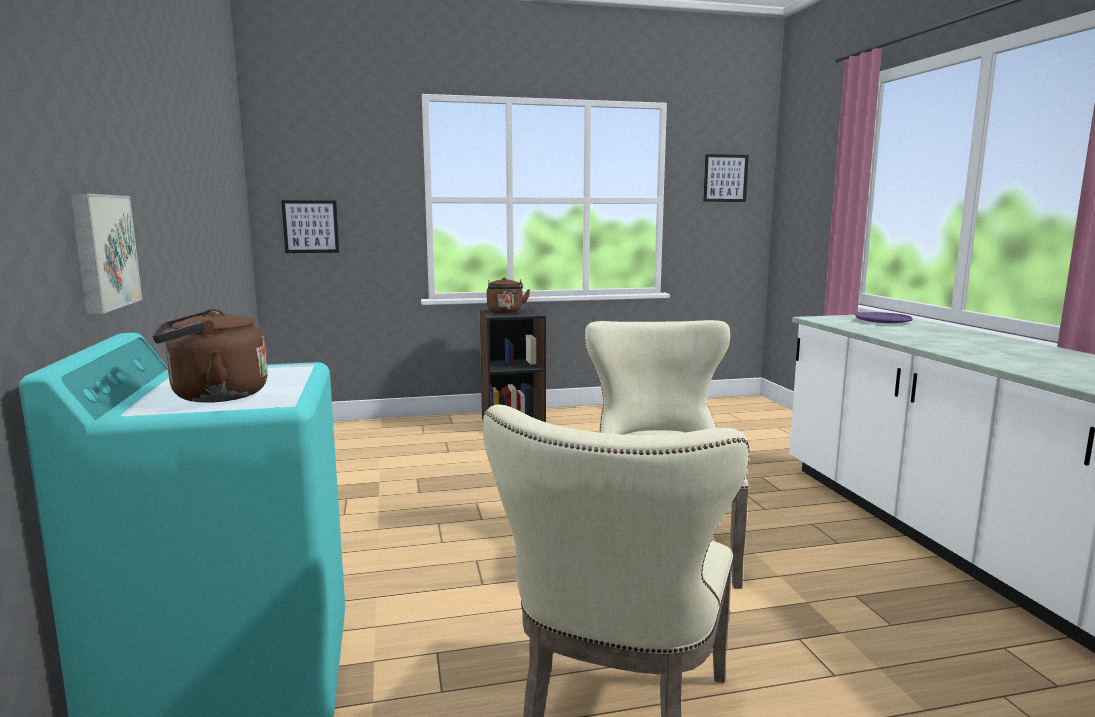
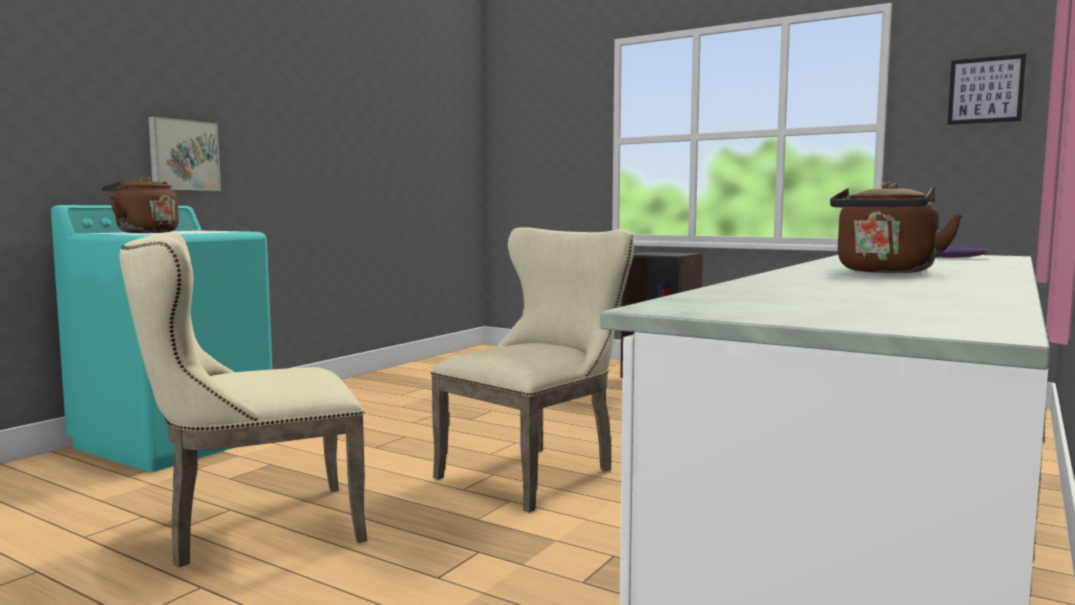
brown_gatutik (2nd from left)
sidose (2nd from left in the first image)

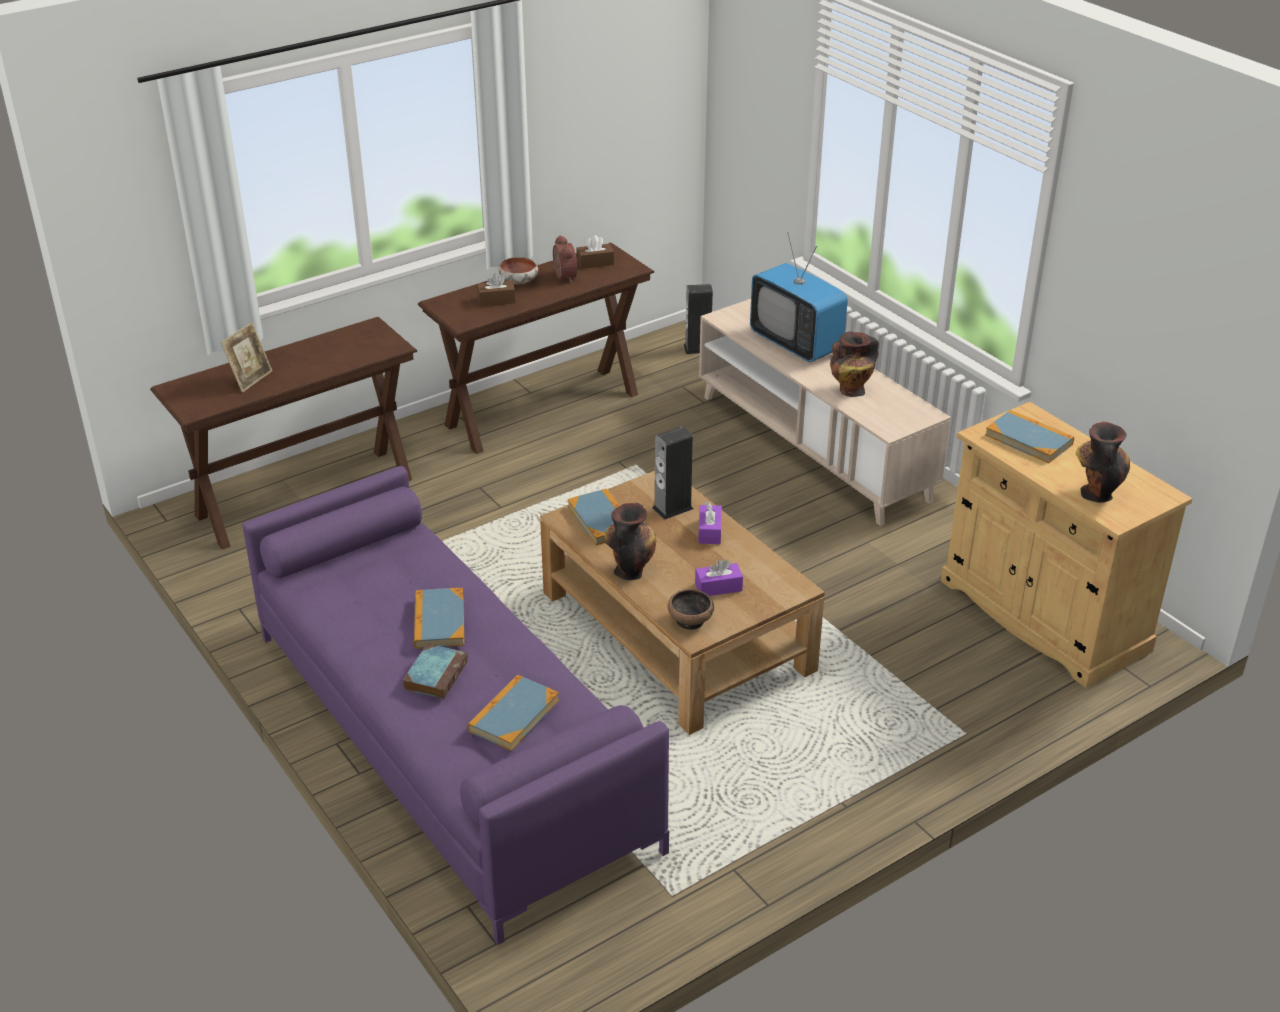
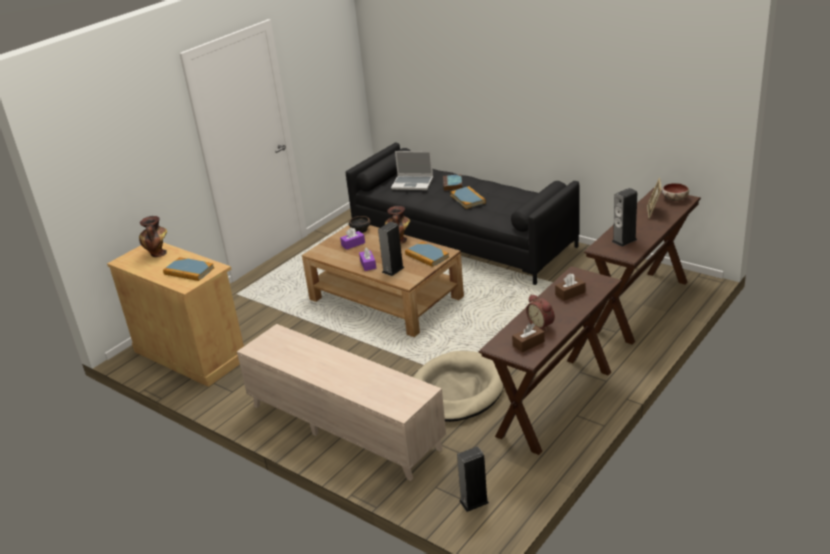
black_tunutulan
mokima
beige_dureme
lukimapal (3rd from left)
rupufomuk (2nd from left)
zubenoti
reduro (2nd from left in the first image)

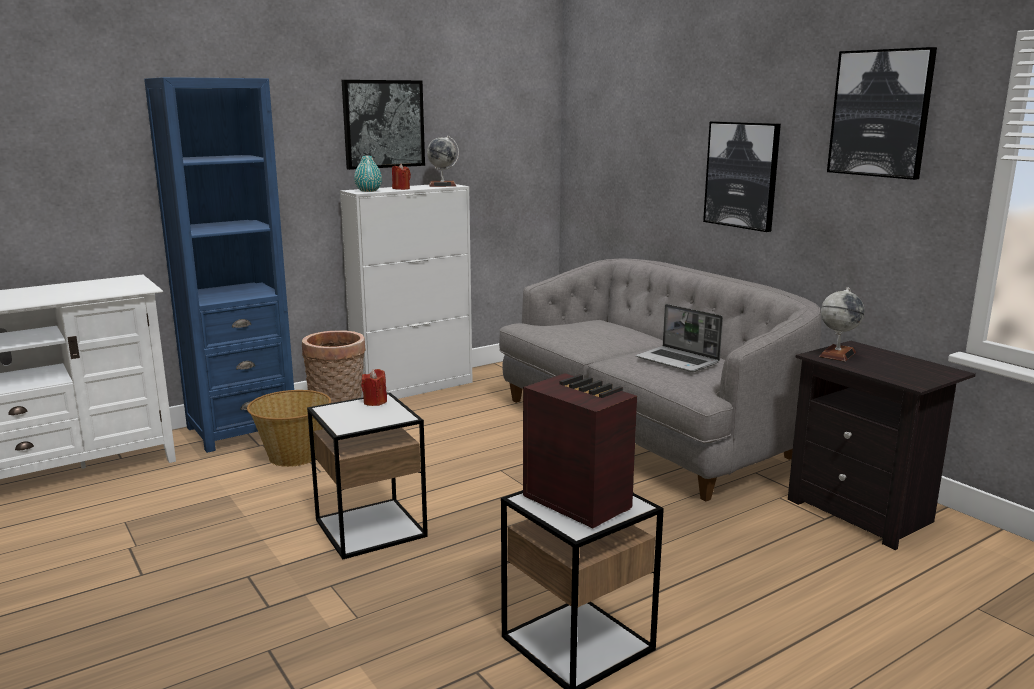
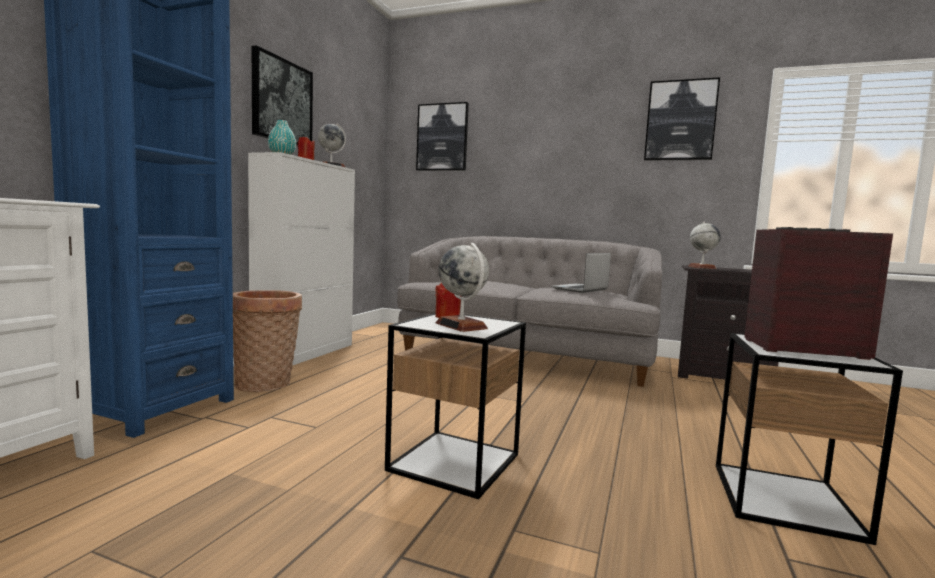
sidose (2nd from left)
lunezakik (2nd from left)
mokima
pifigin (1st from left in the first image)

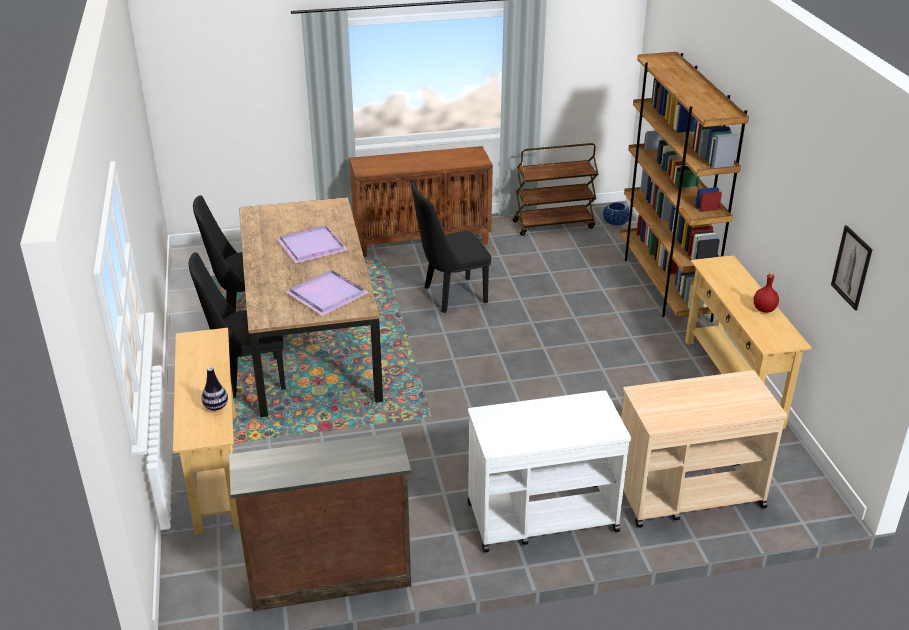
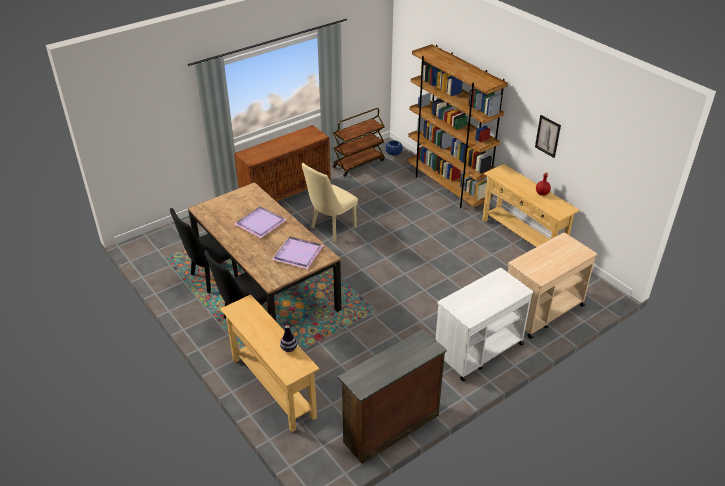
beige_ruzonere
sidose

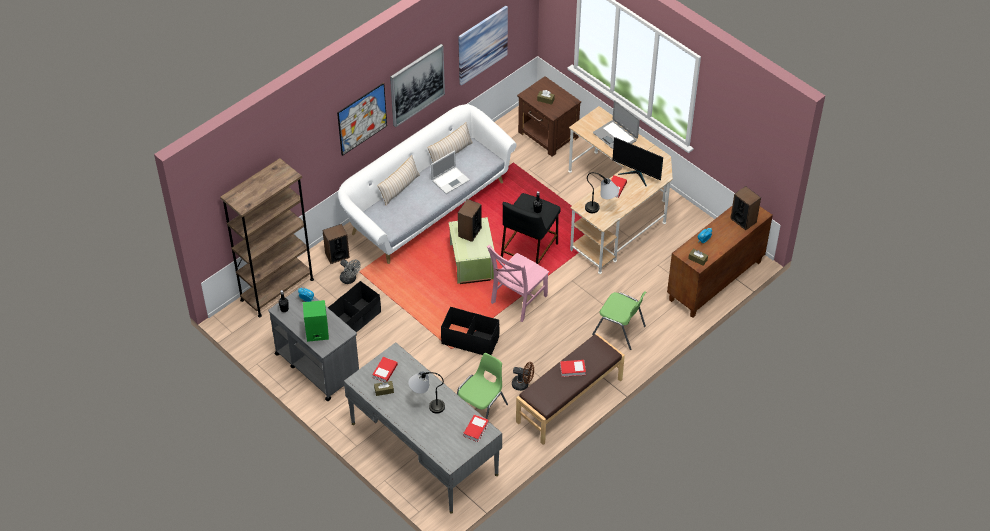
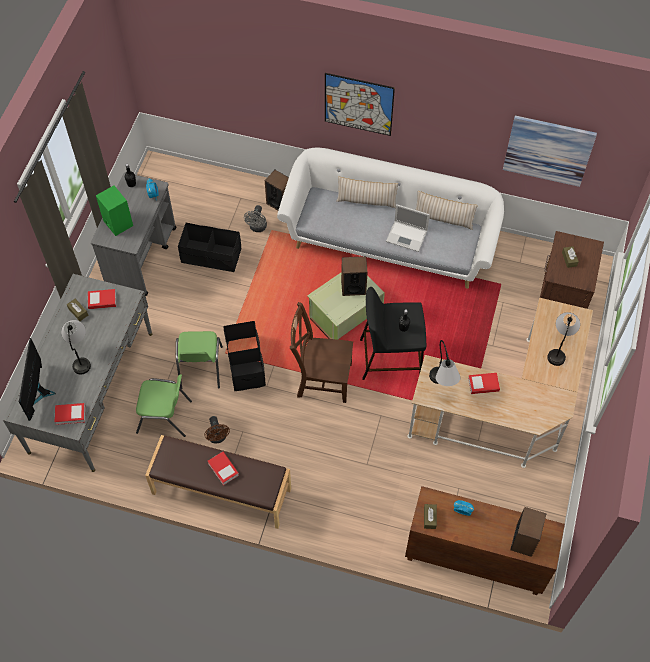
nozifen
green_ruzonere (2nd from left)
brown_ruzonere
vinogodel (3rd from left)
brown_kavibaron
sidose (2nd from left in the first image)

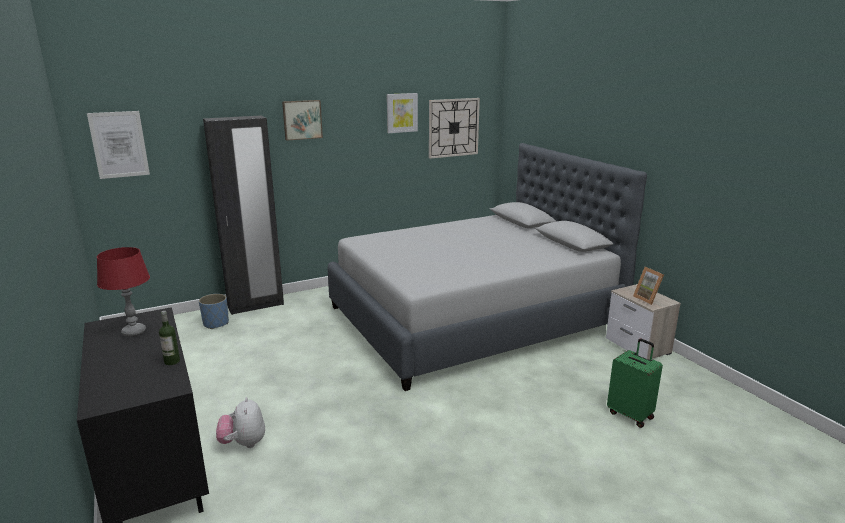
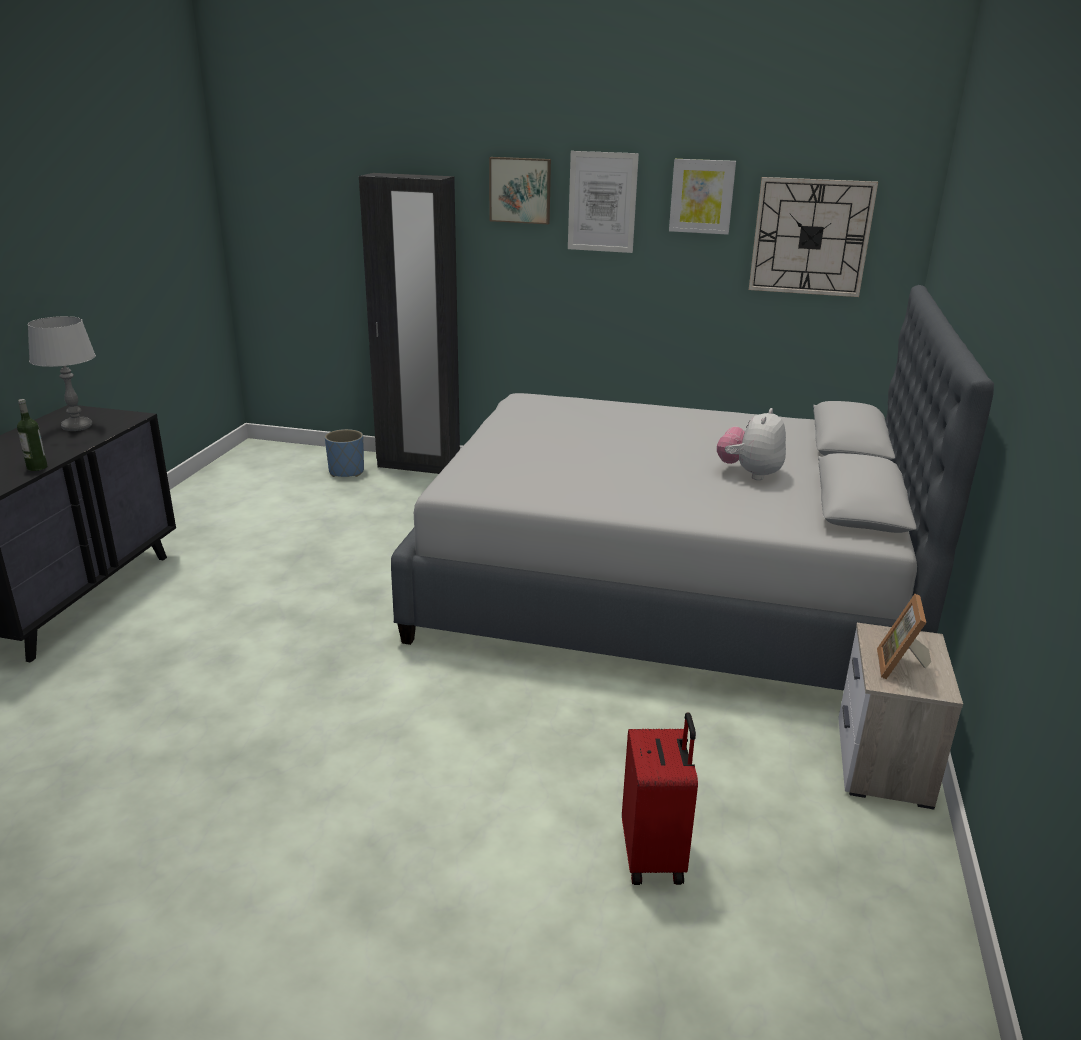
grey_vinogodel
sidose (2nd from left)
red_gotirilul
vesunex

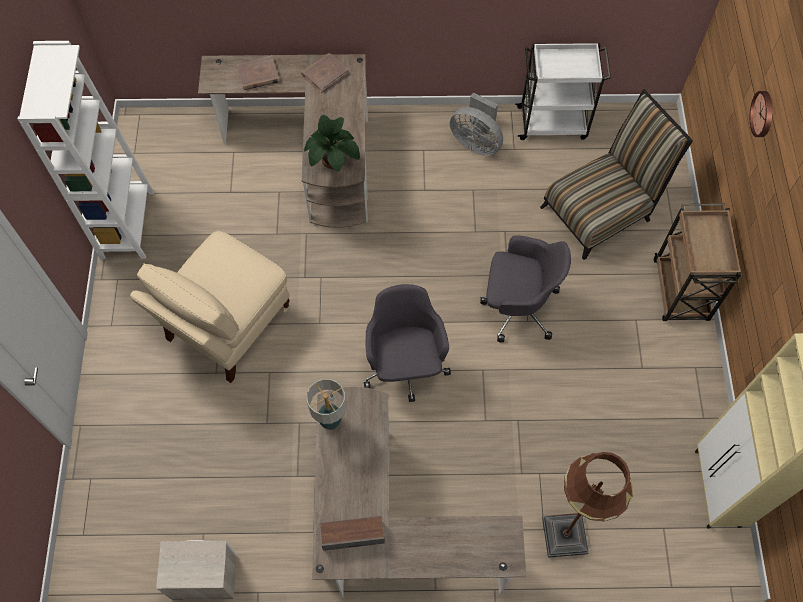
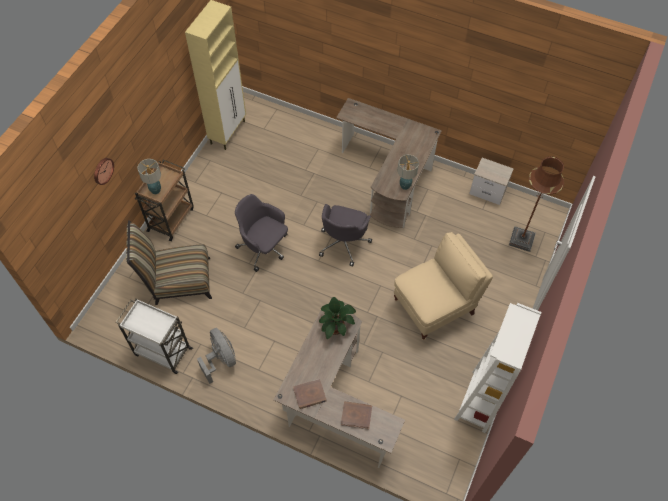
vinogodel (1st from left)
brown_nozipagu
lukimapal

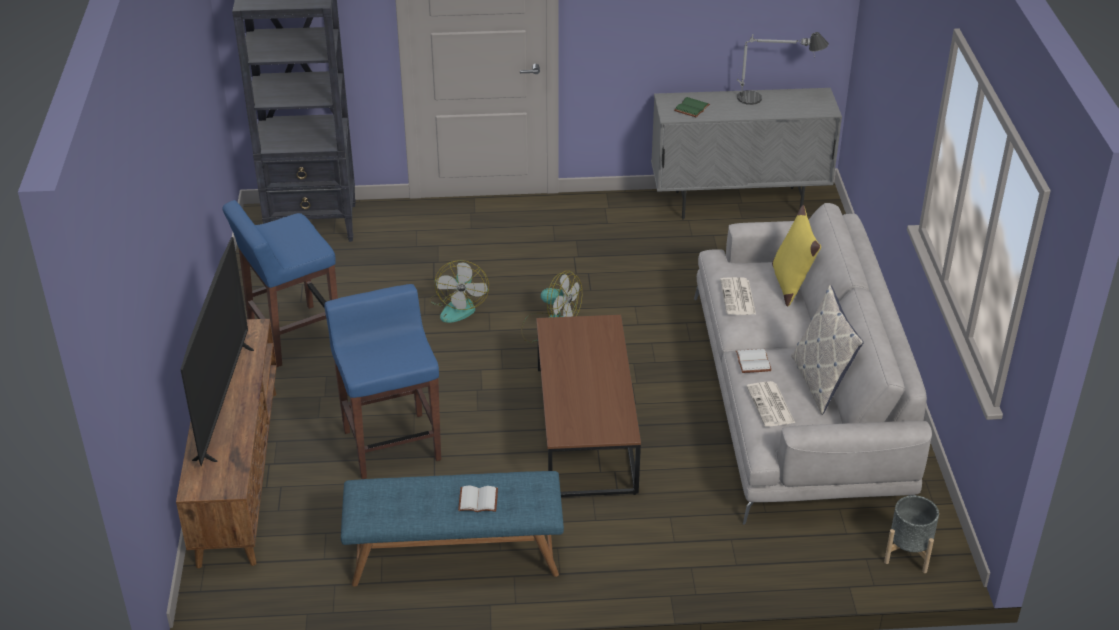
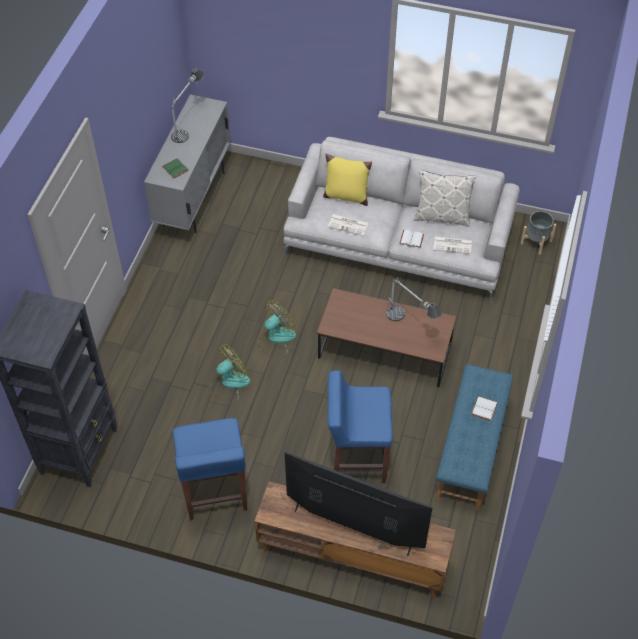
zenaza (1st from left)
vinogodel (2nd from left)

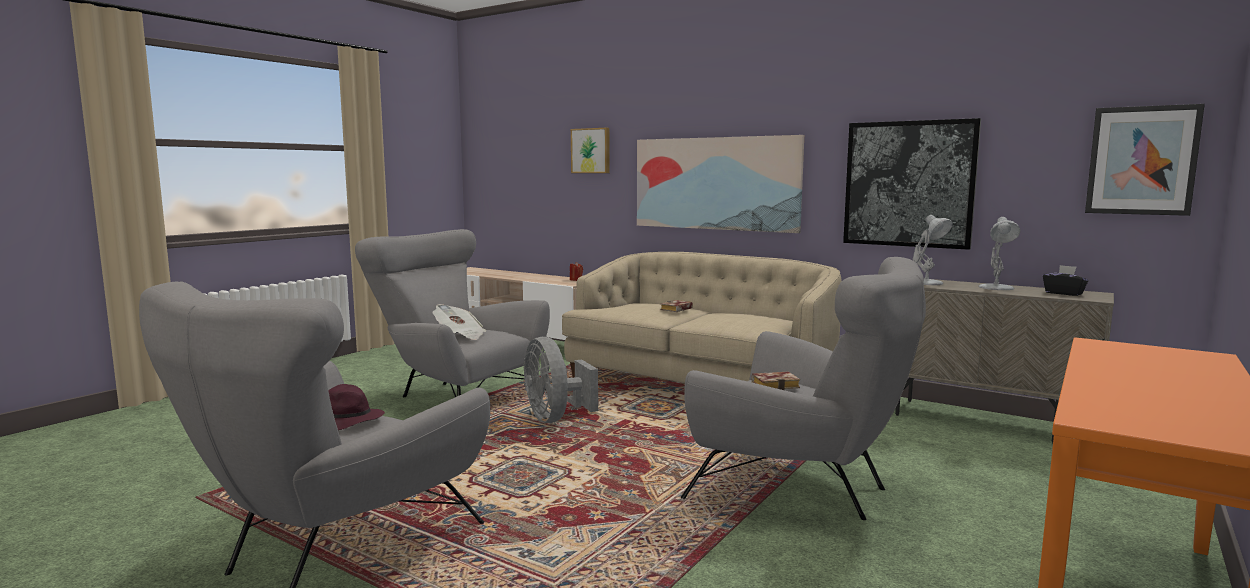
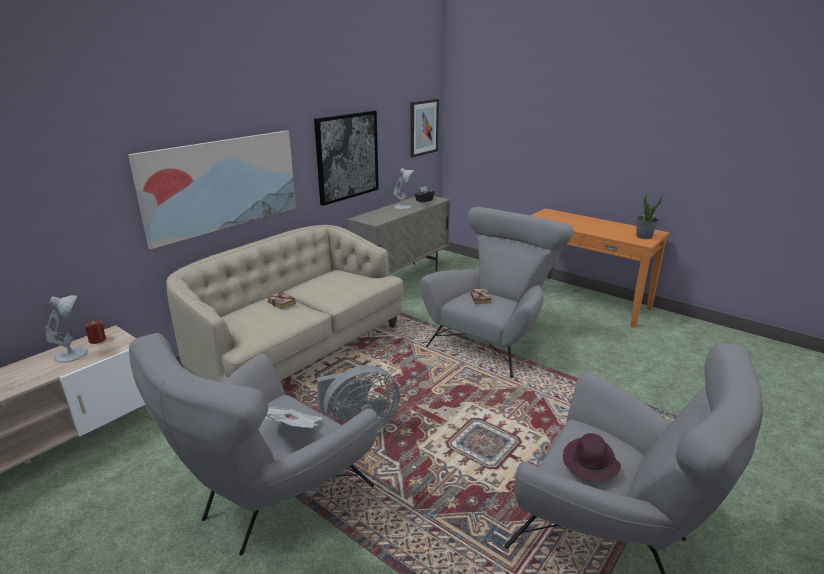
white_vinogodel (1st from left)
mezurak
sidose (1st from left in the first image)

